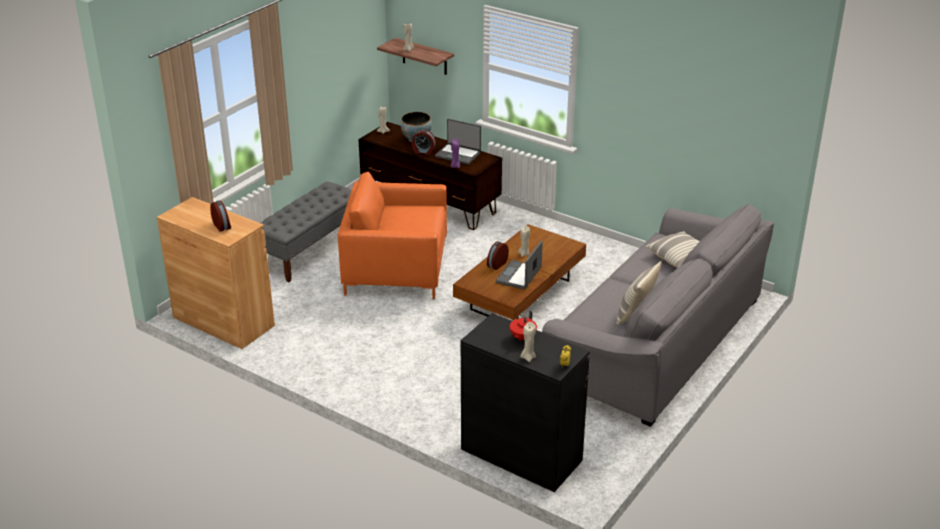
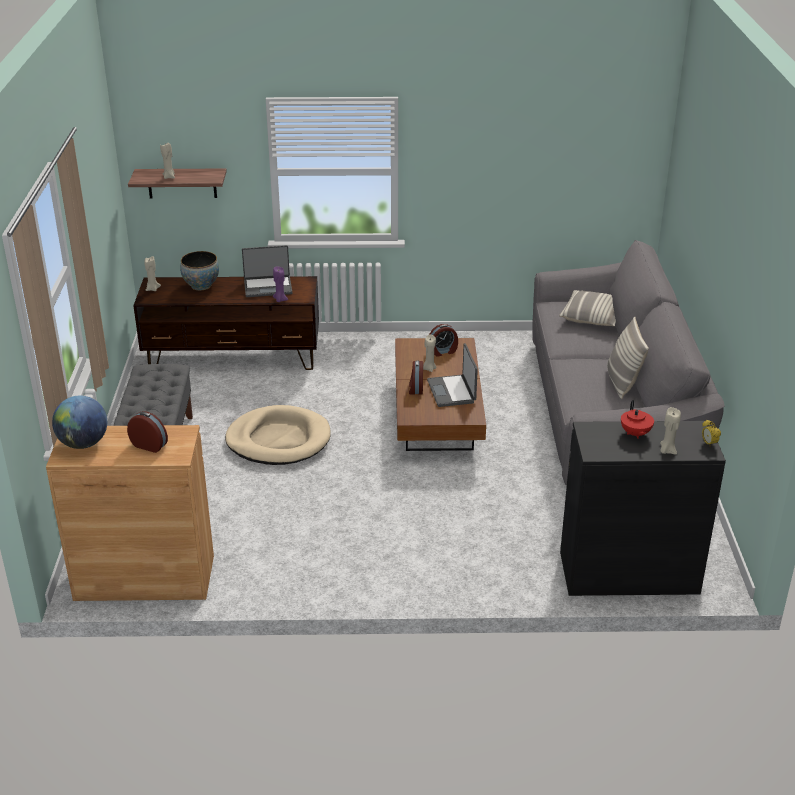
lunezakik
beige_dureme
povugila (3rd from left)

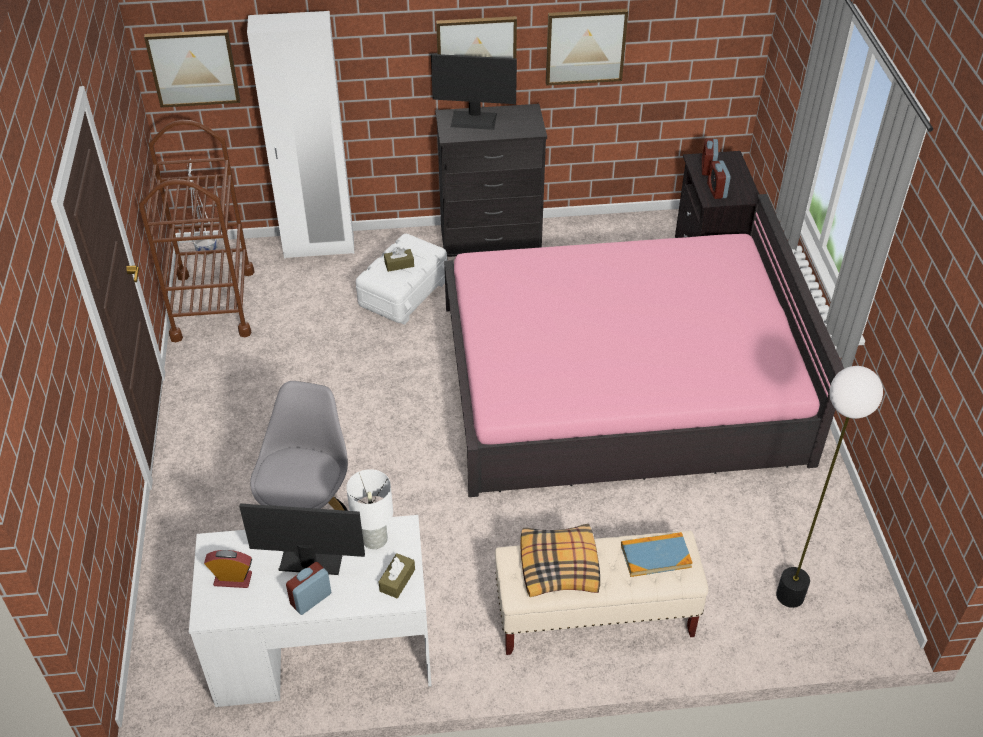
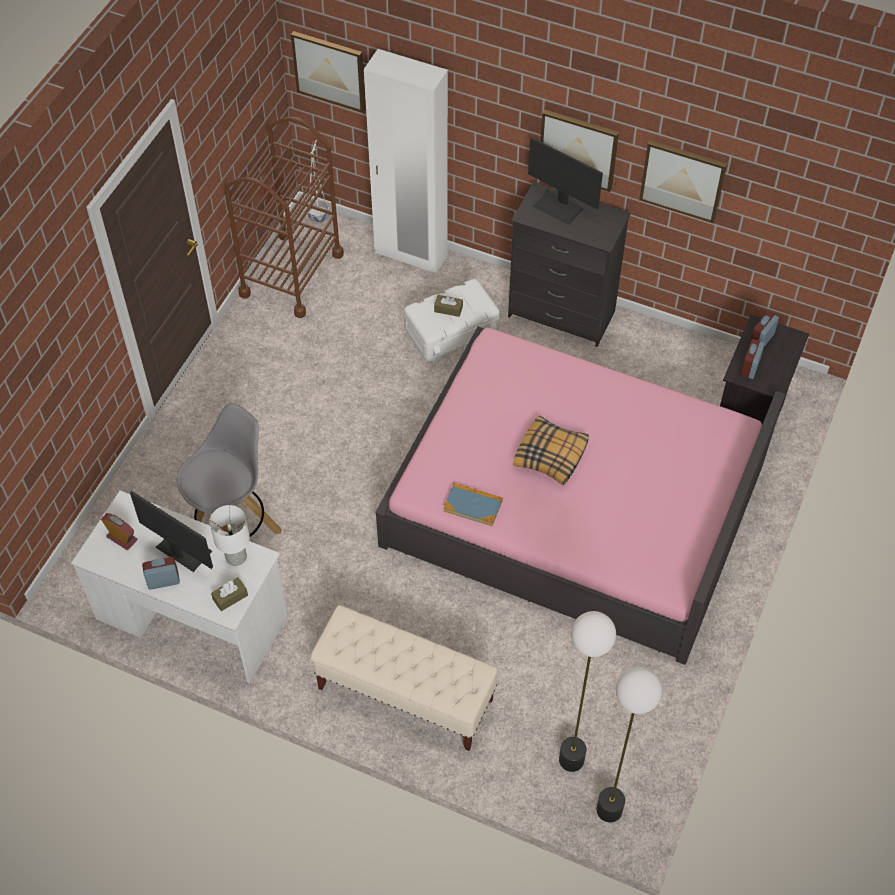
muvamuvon
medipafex
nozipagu (2nd from left)

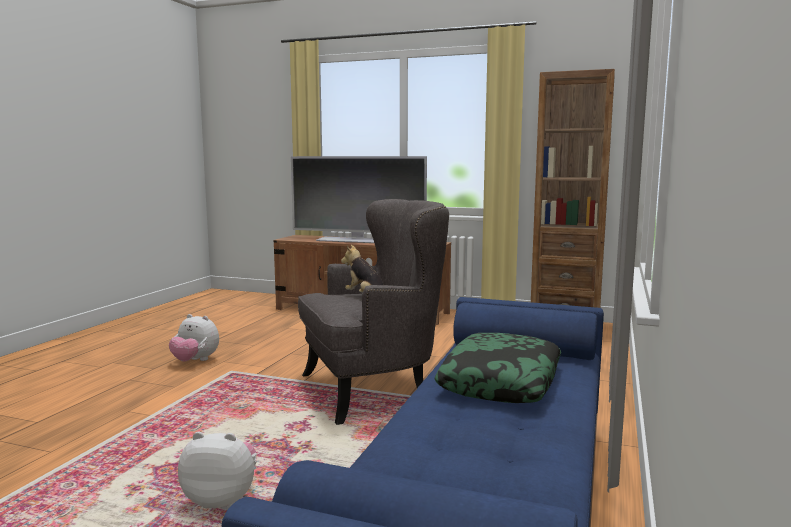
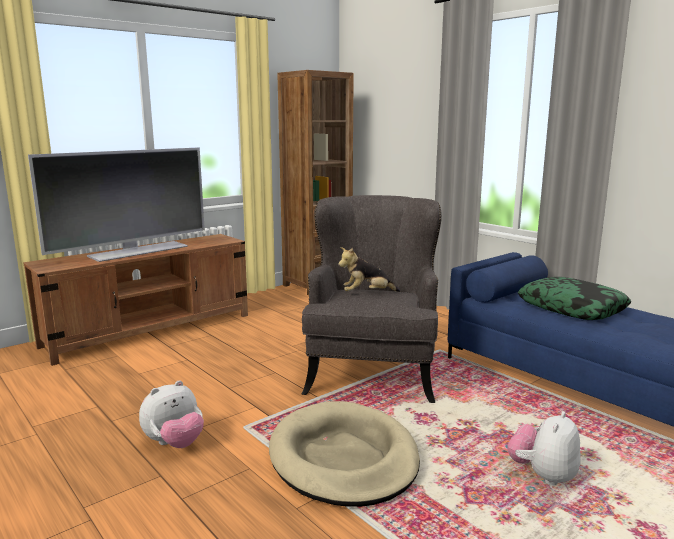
beige_dureme

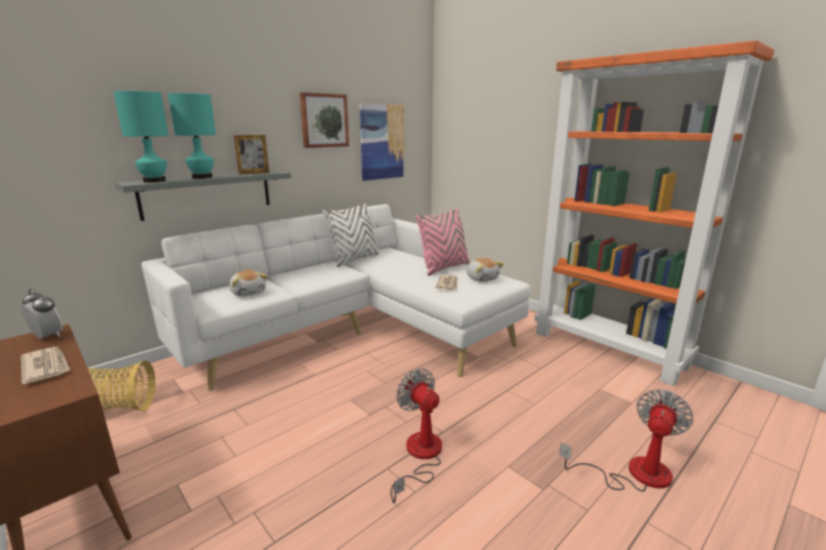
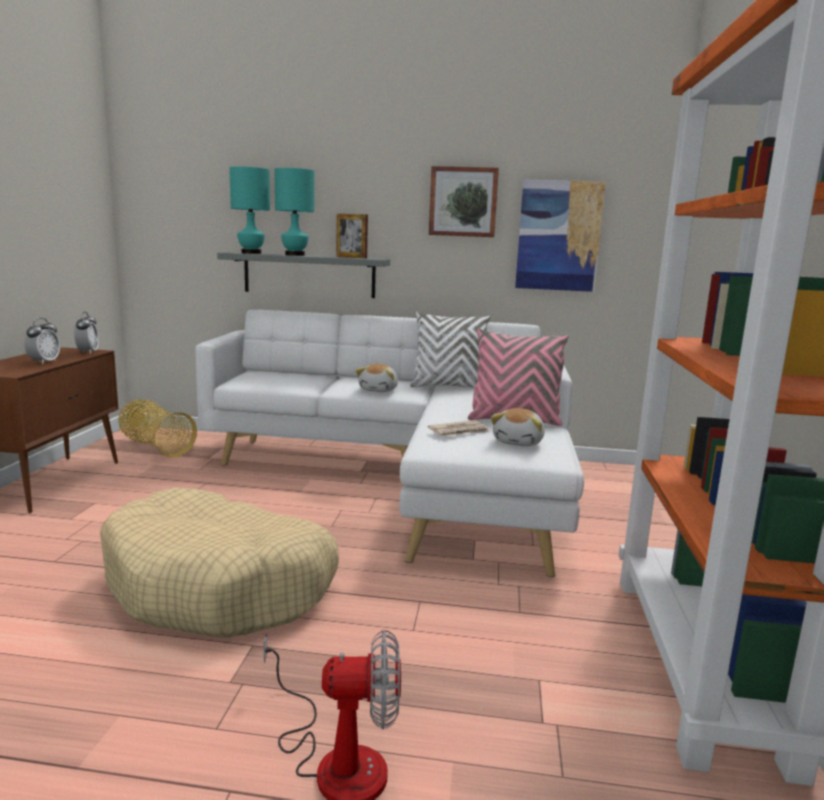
povugila (1st from left)
beige_dureme
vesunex (1st from left)

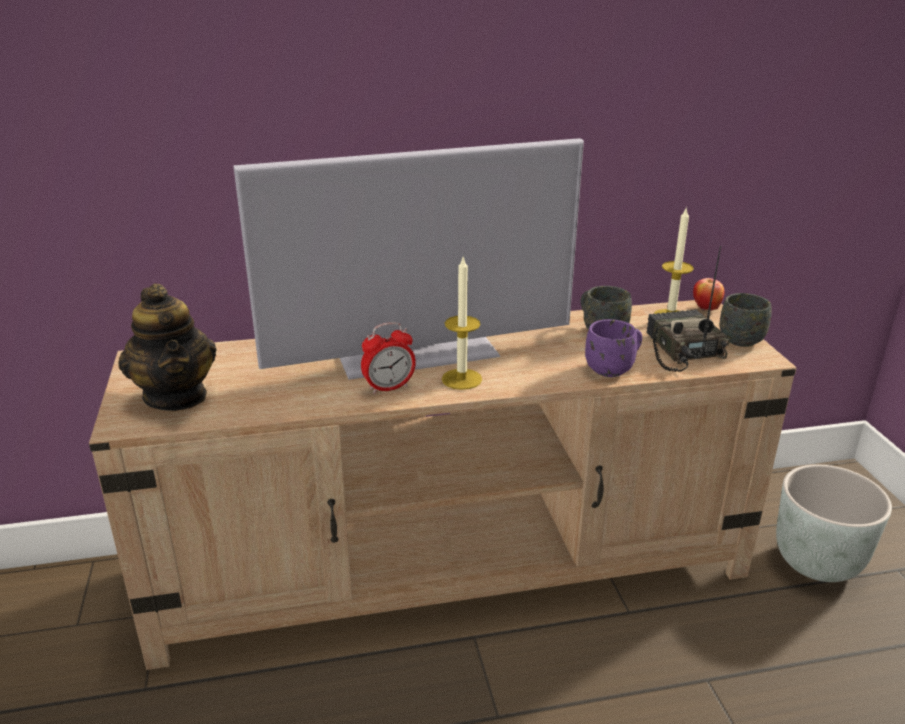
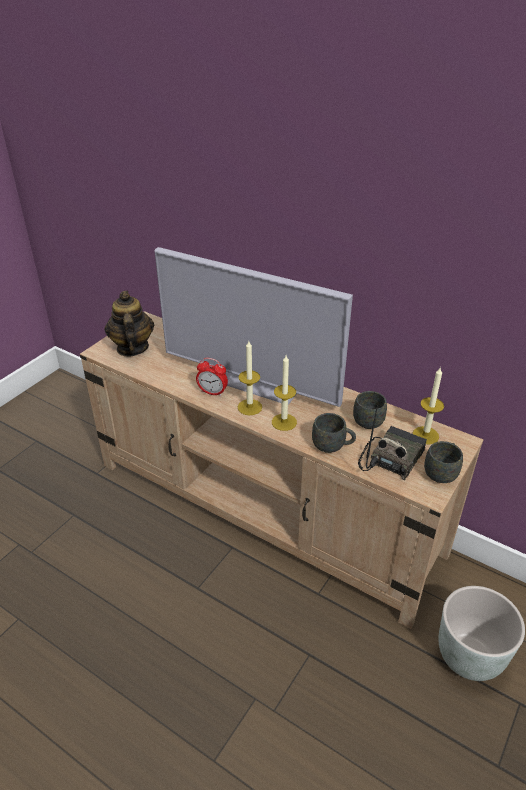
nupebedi
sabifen (2nd from left)
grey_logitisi (1st from left)
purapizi

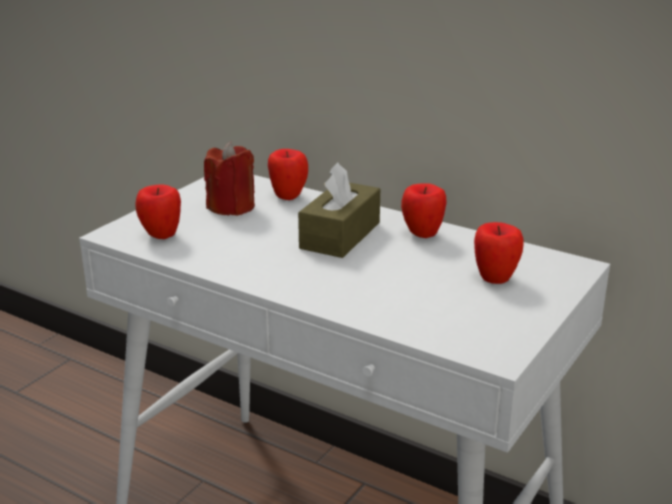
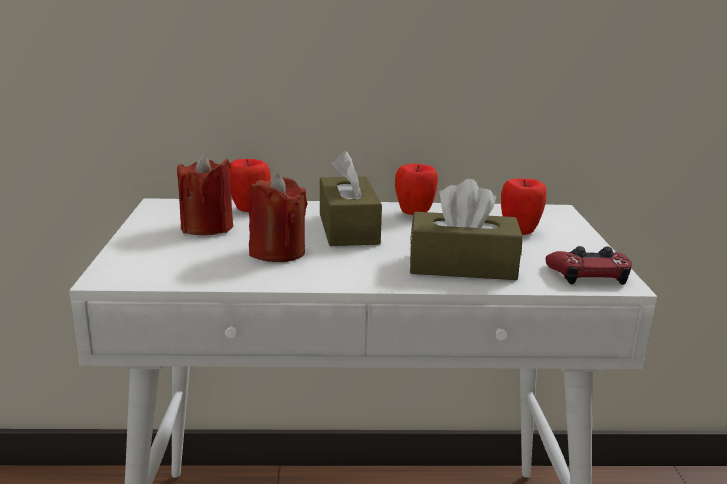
red_sabifen (2nd from left)
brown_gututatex (2nd from left)
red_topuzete
purapizi (1st from left in the first image)

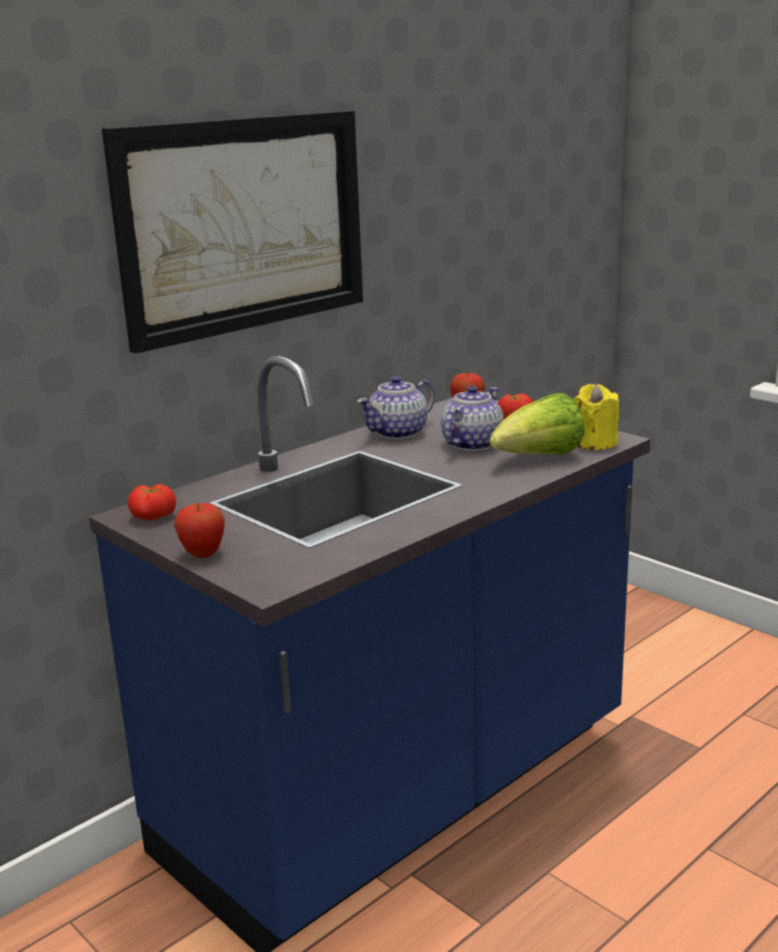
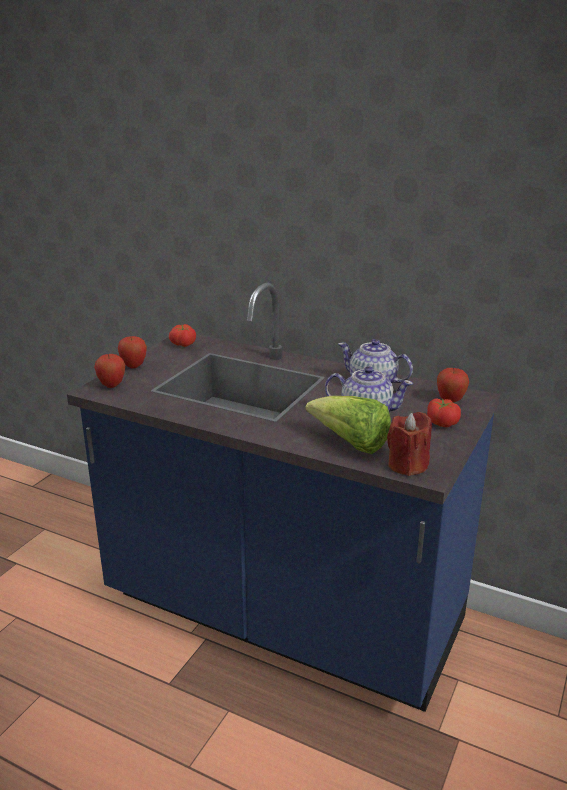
purapizi (1st from left)
red_sabifen
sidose

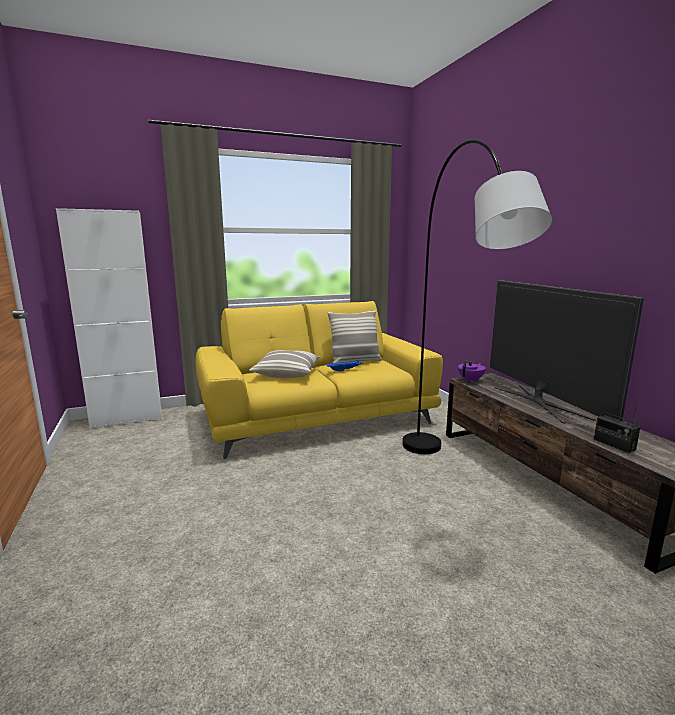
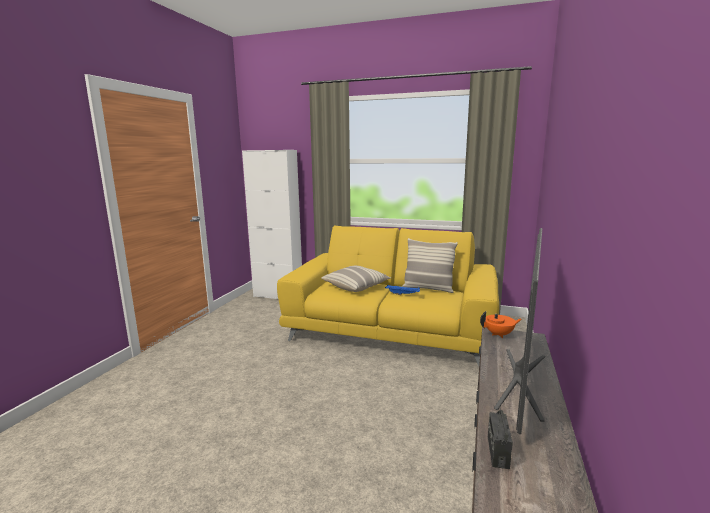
orange_nupebedi
grey_nozipagu

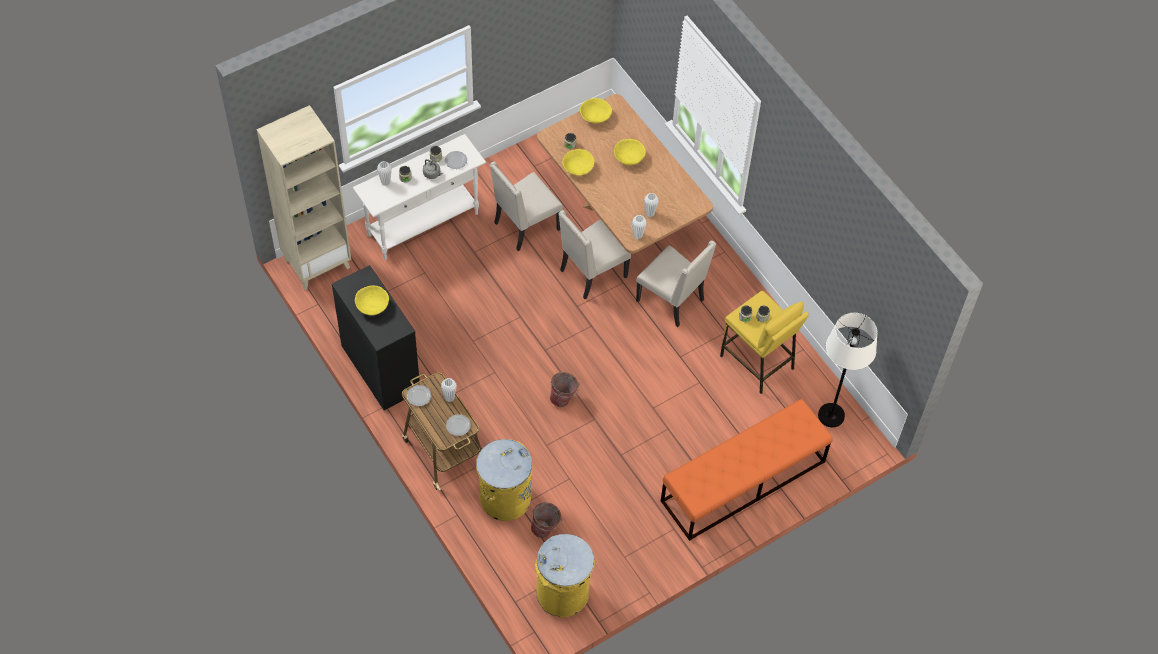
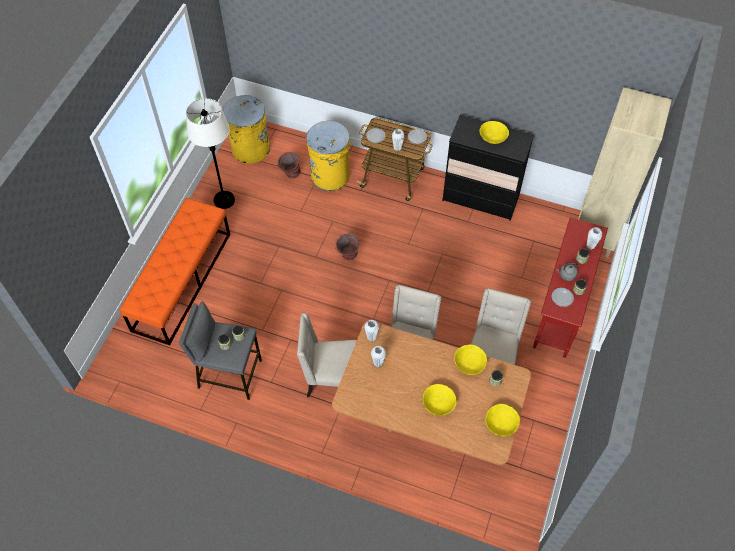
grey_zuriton
white_nozipagu
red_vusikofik

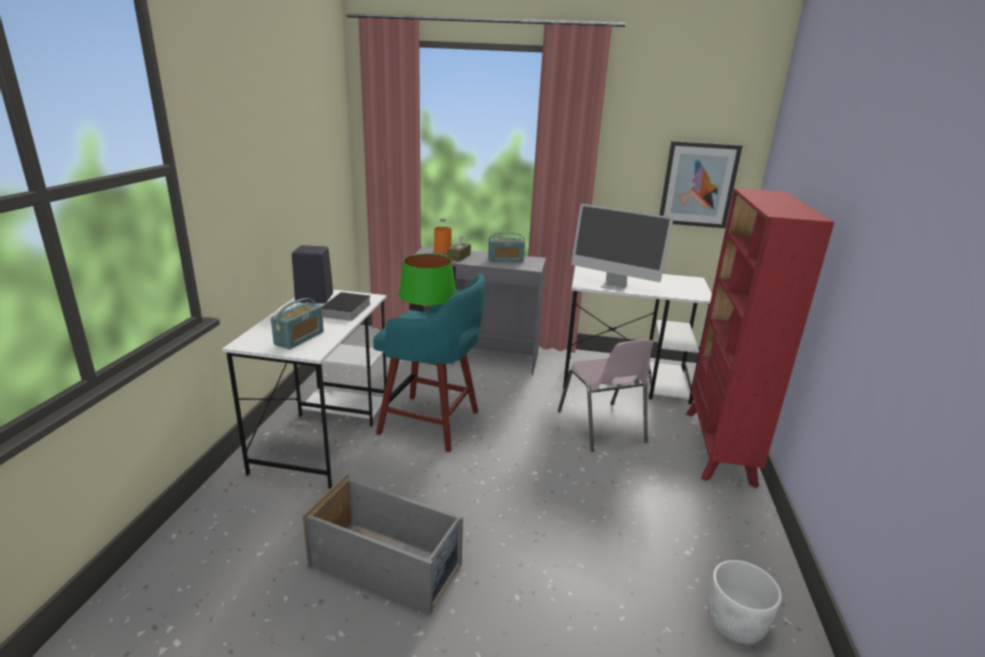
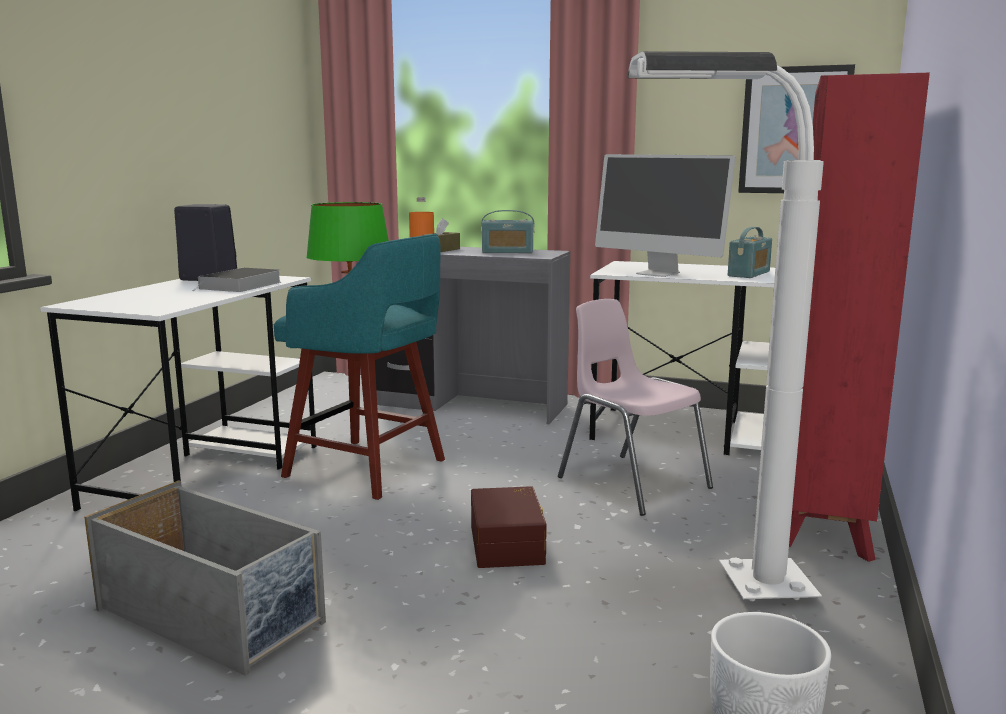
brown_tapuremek
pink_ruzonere
white_nozipagu
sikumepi (2nd from left)

